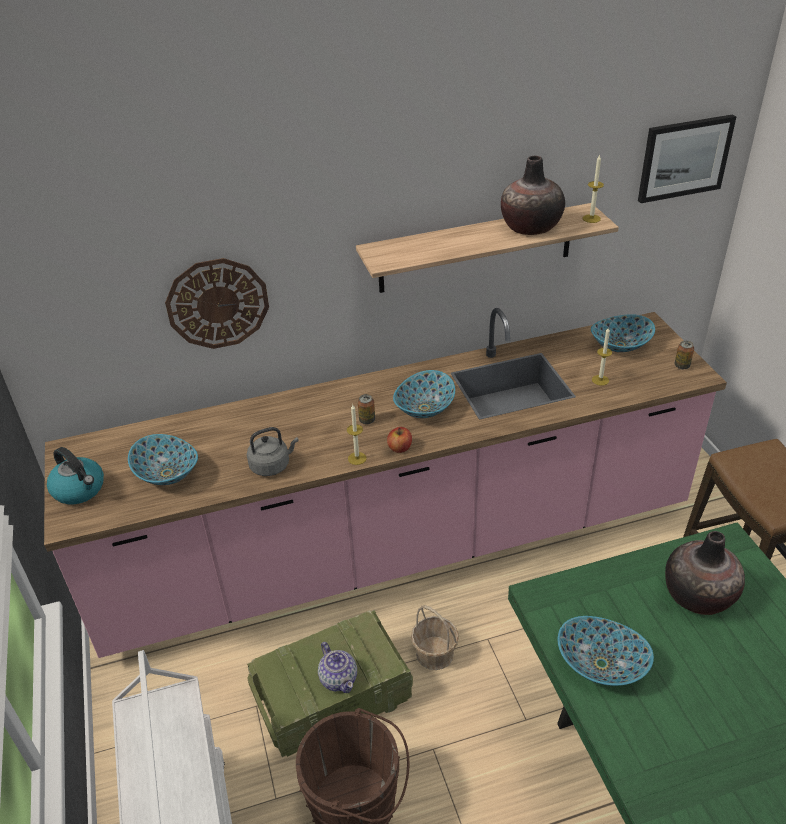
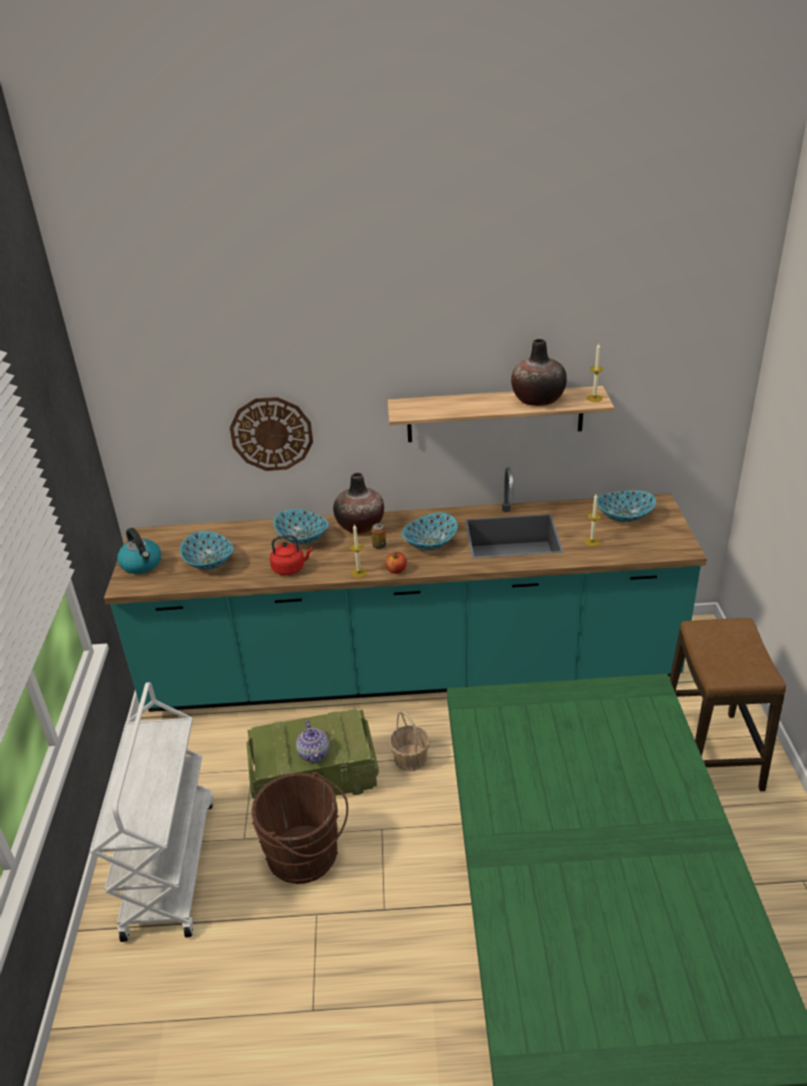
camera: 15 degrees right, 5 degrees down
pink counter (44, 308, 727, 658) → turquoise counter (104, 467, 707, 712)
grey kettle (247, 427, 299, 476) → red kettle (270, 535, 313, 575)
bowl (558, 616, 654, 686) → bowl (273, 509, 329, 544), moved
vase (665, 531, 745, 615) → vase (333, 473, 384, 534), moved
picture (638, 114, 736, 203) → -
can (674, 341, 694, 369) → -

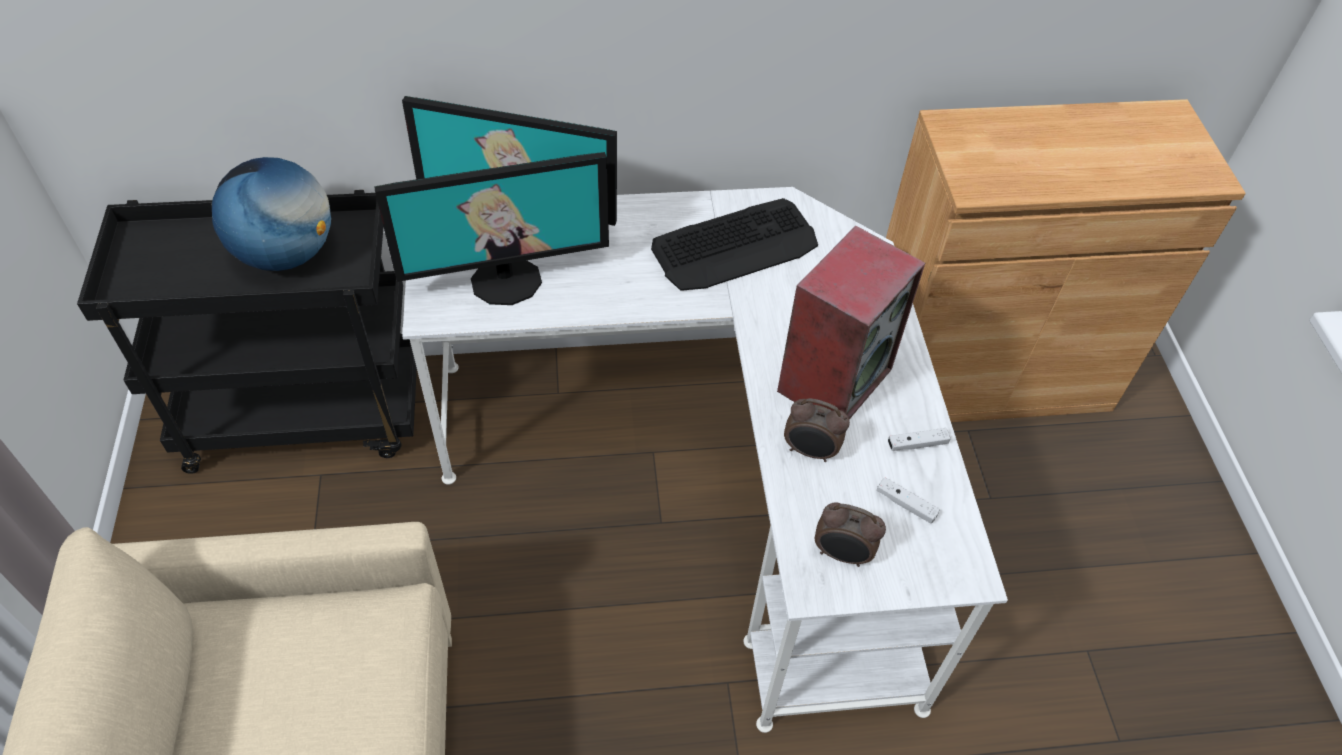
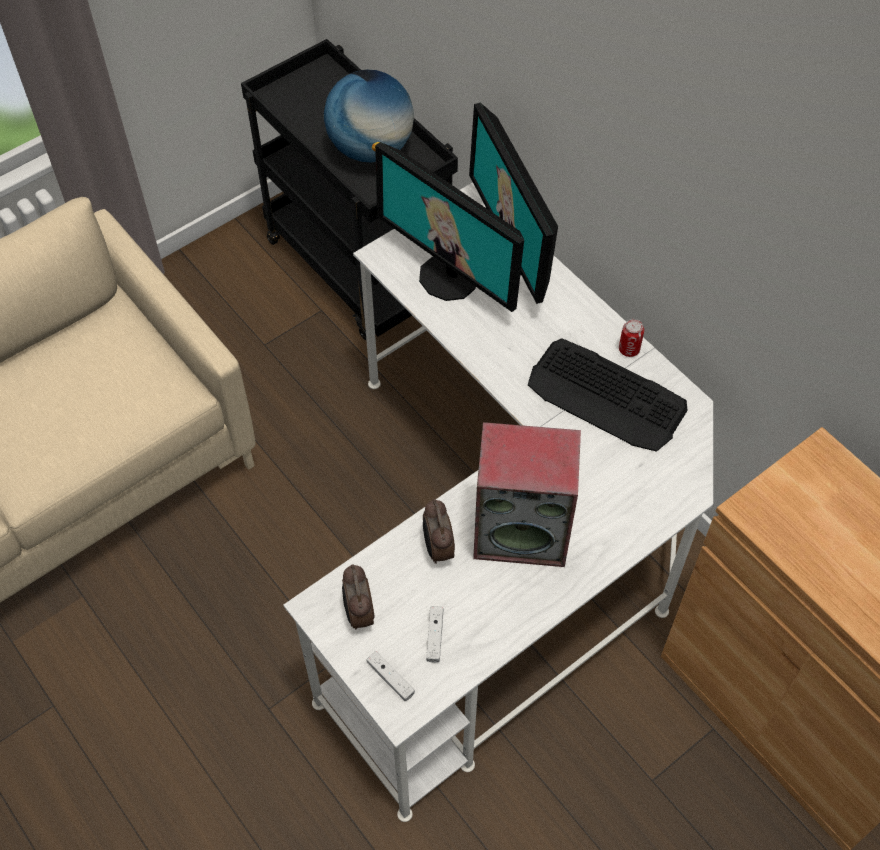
camera: 60 degrees right, 5 degrees up
white game controller (888, 428, 951, 451) → white game controller (367, 651, 415, 701), moved
- → can (619, 319, 644, 357)

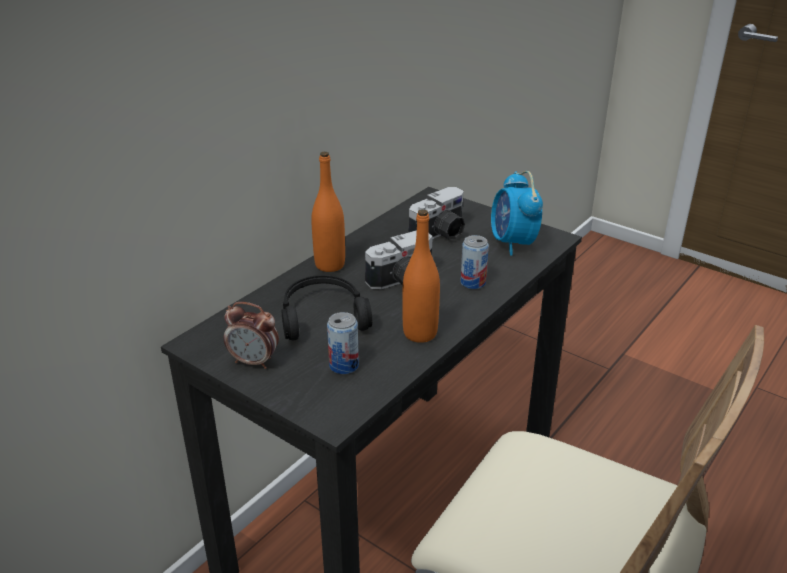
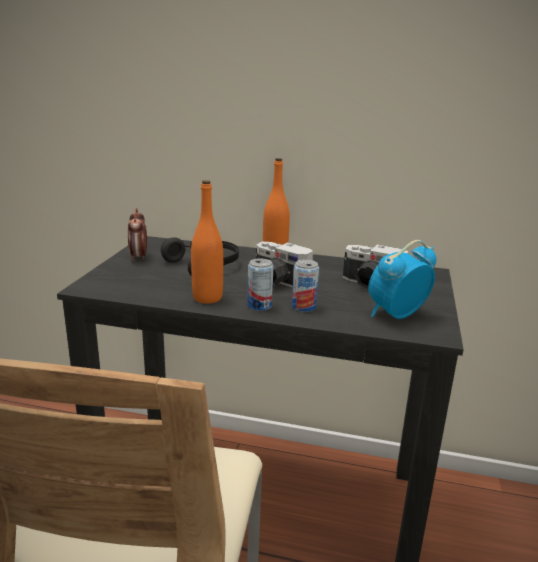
camera: 65 degrees right, 10 degrees down
can (327, 312, 359, 374) → can (247, 258, 274, 311), moved

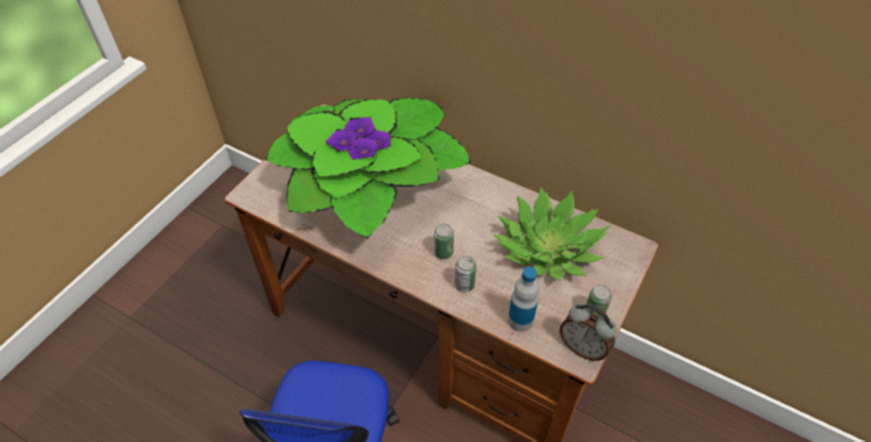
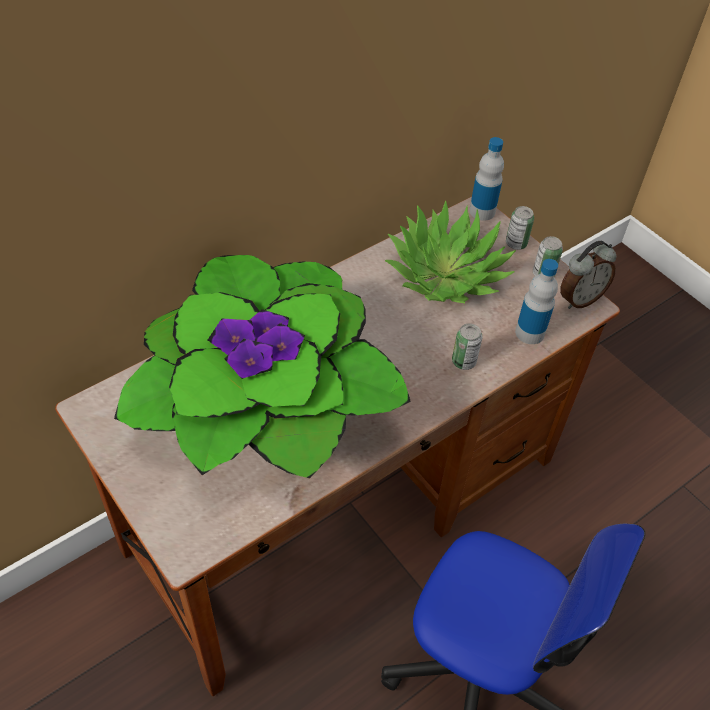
camera: 70 degrees left, 0 degrees up
- → bottle (469, 137, 504, 221)
can (434, 224, 454, 259) → can (506, 206, 534, 250), moved

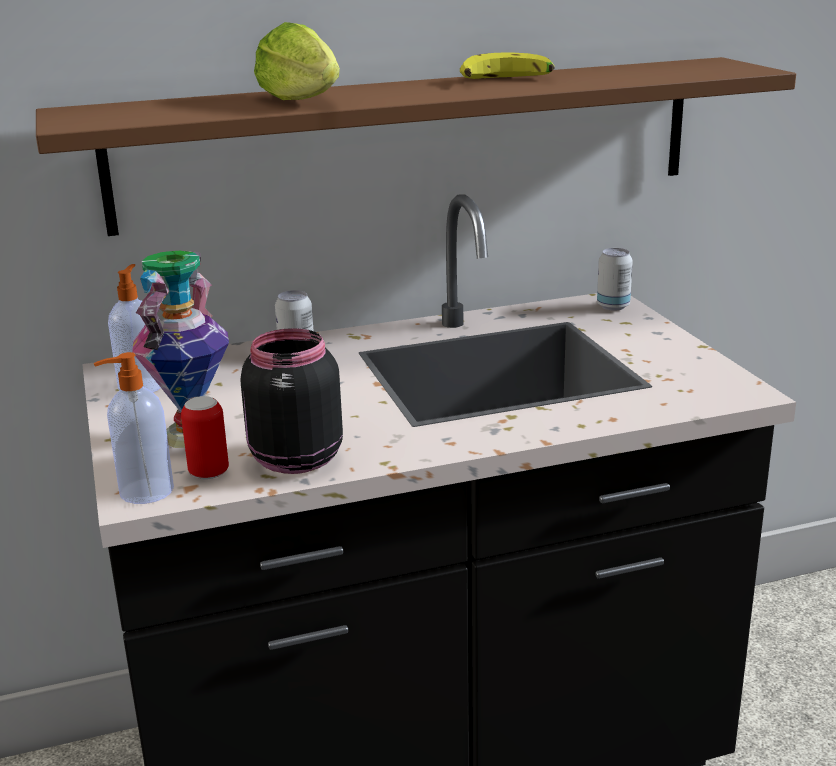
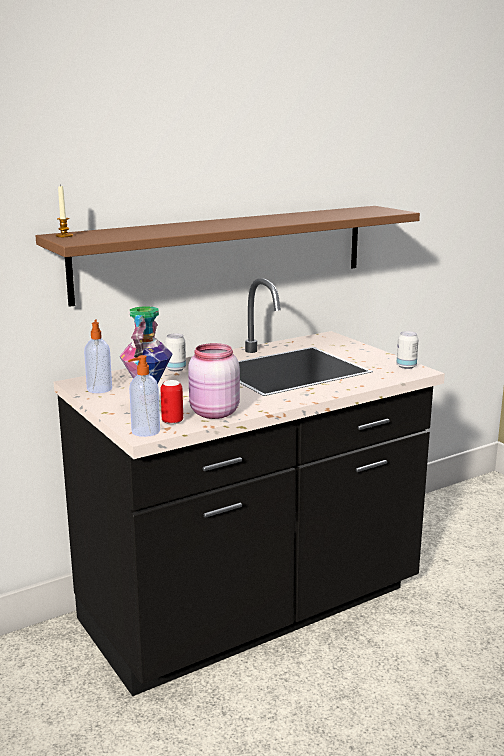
camera: 15 degrees left, 5 degrees down
- → candle (56, 184, 73, 237)
black jar (241, 328, 343, 474) → pink jar (188, 343, 240, 419)
can (597, 248, 633, 311) → can (396, 331, 419, 369), moved
lettuce (254, 22, 340, 100) → -
banana (460, 53, 555, 79) → -

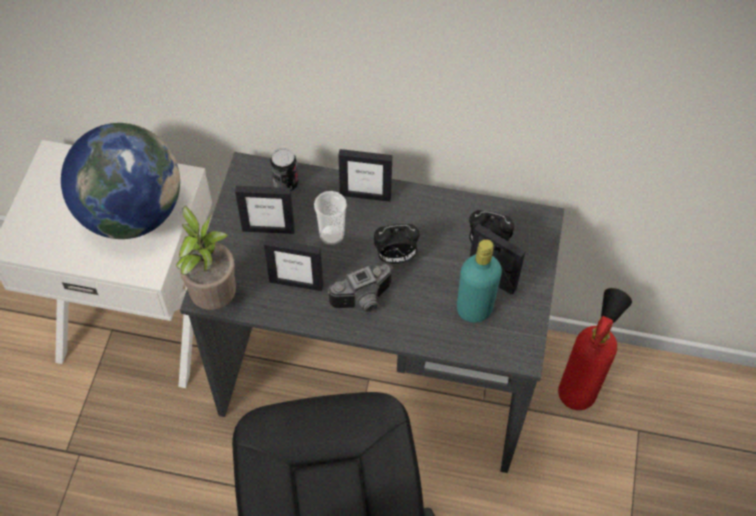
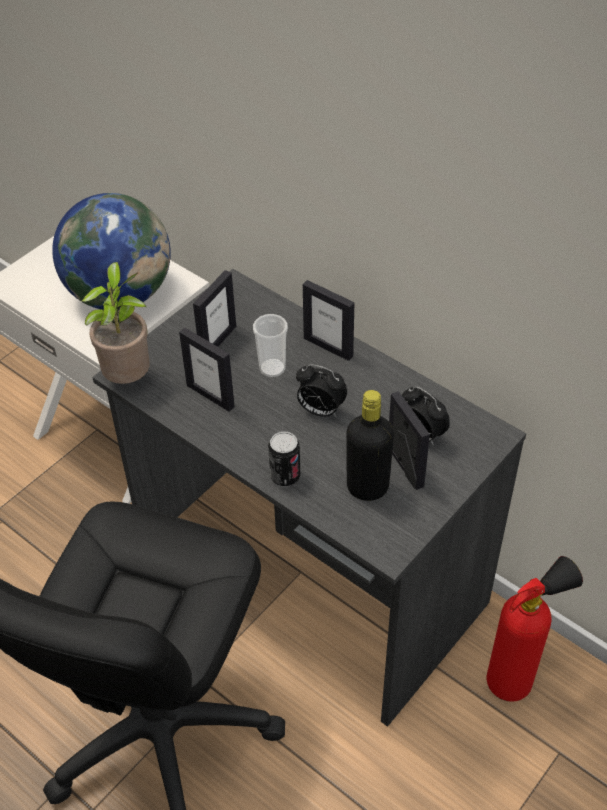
camera: 30 degrees right, 10 degrees down
picture frame (235, 186, 295, 234) → picture frame (193, 270, 236, 347), 90 degrees counterclockwise
can (270, 148, 298, 191) → can (268, 431, 300, 487), moved
turquoise bottle (457, 239, 502, 323) → black bottle (347, 390, 394, 501)
photo camera (328, 264, 393, 312) → -

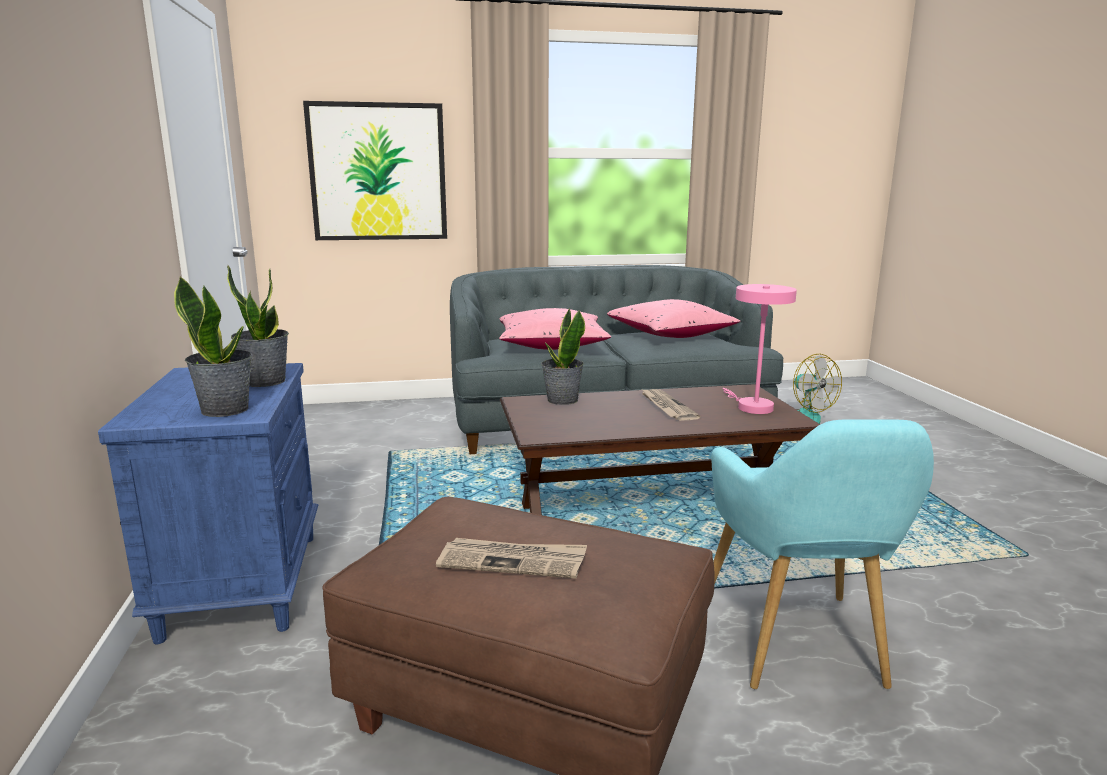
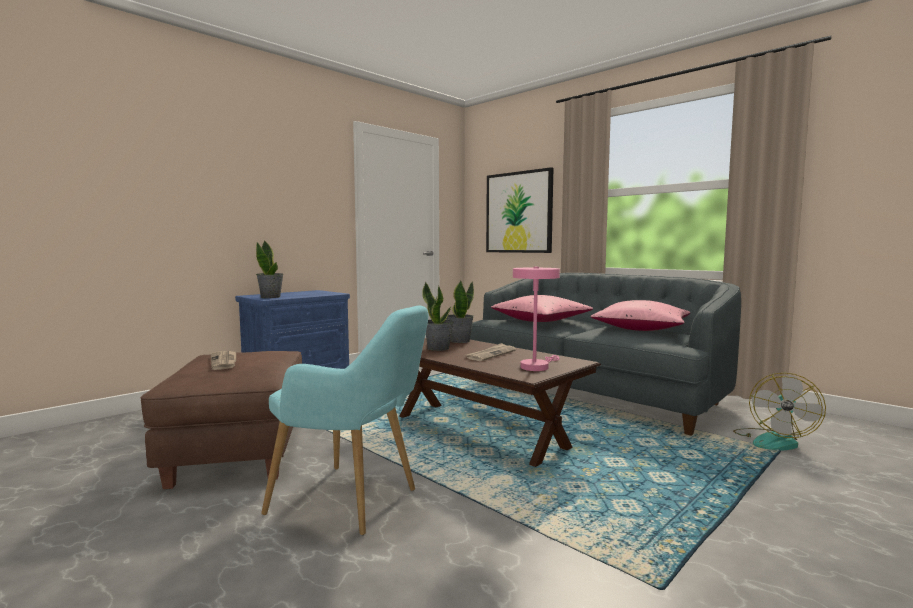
camera: 55 degrees right, 10 degrees down
turquoise armchair (711, 419, 934, 689) → turquoise armchair (261, 306, 429, 535), 120 degrees counterclockwise
potted plant (227, 265, 289, 387) → potted plant (422, 282, 454, 351), moved

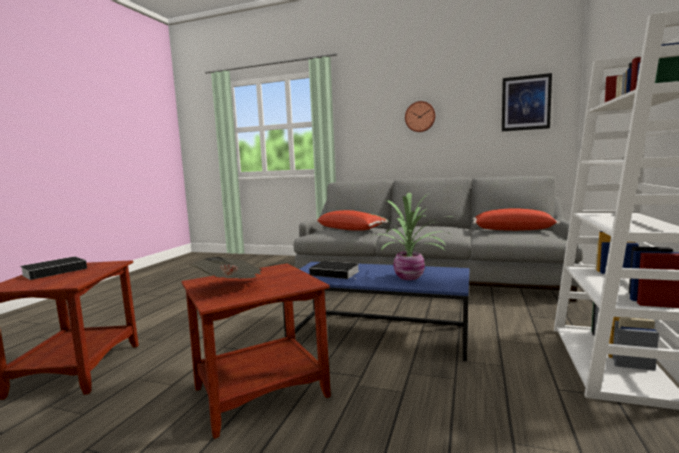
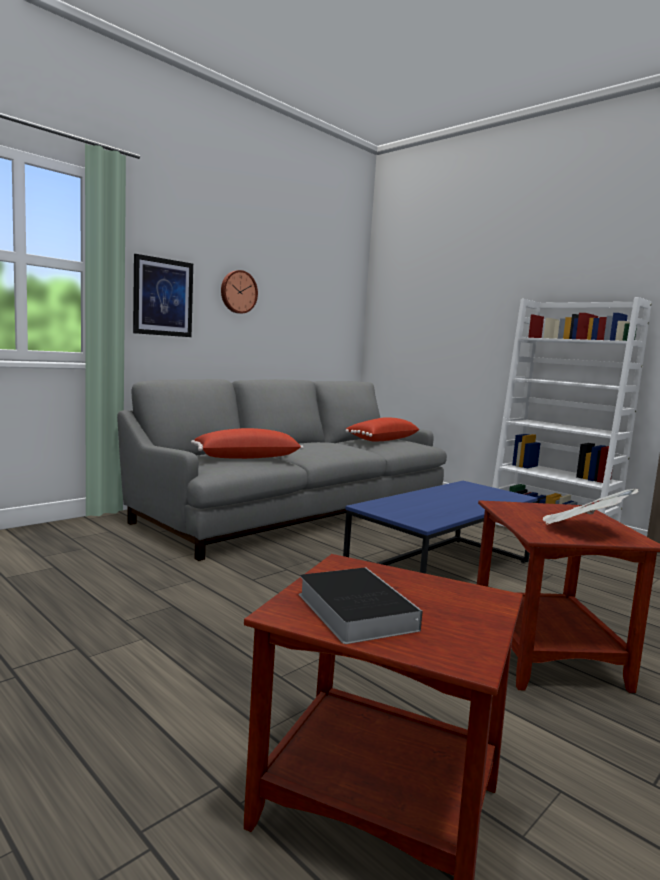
camera: 65 degrees left, 0 degrees up
picture (502, 73, 552, 131) → picture (133, 254, 193, 337), moved
book (309, 261, 359, 279) → -
potted plant (369, 192, 450, 280) → -

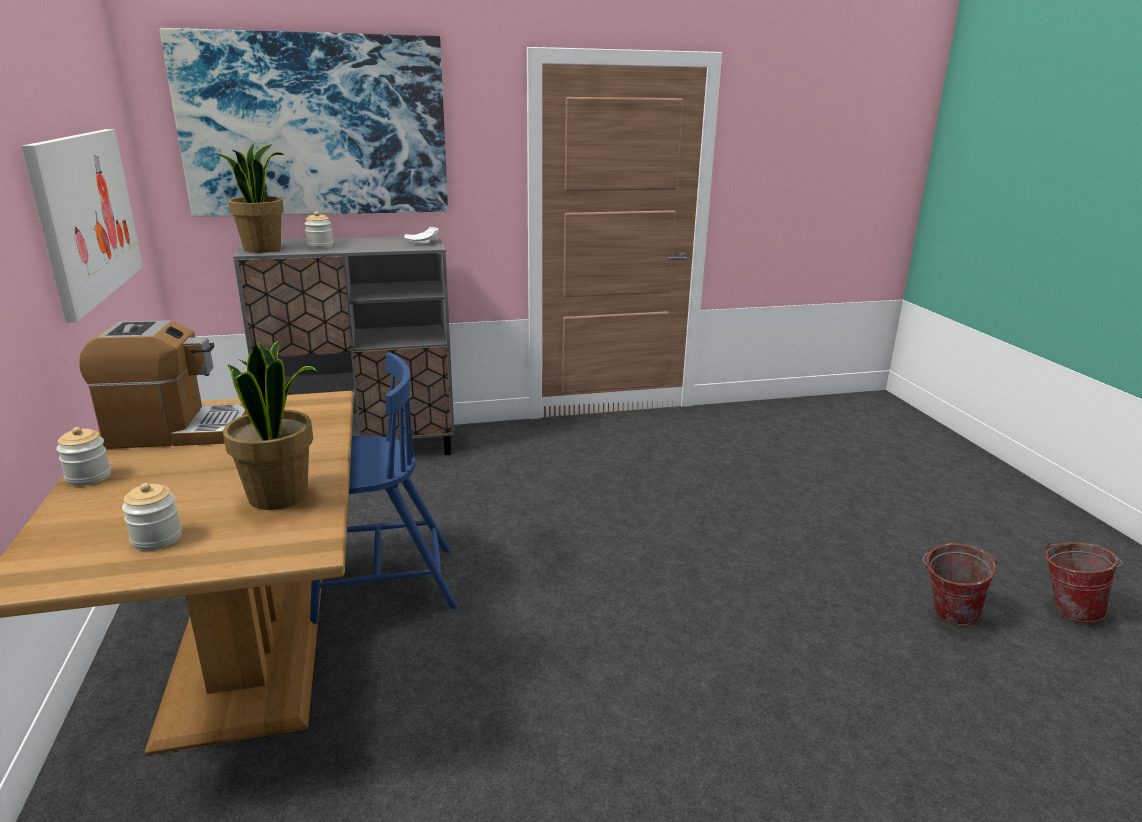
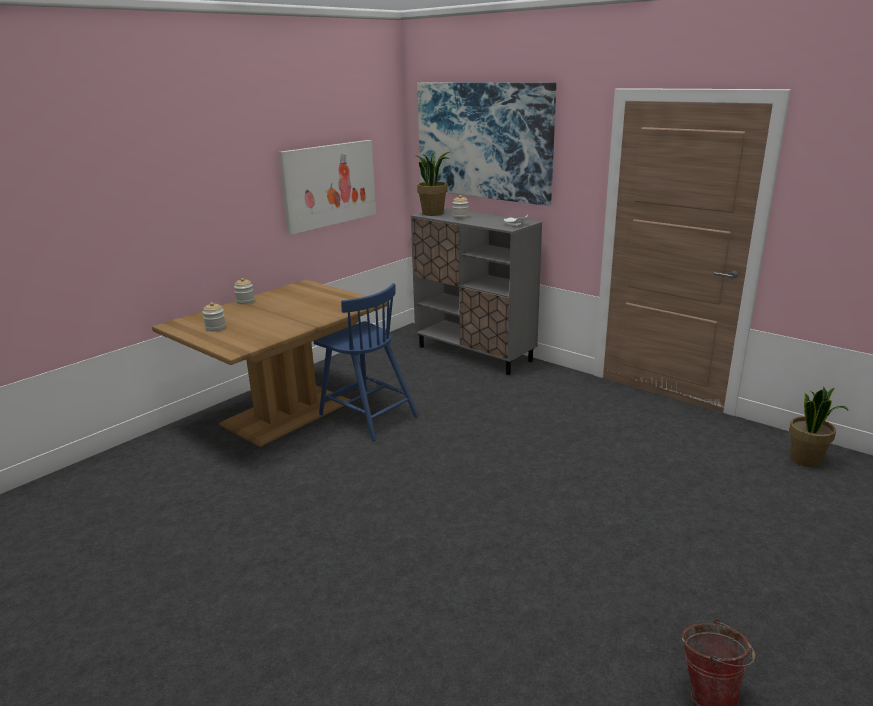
camera: 55 degrees right, 0 degrees up
potted plant (223, 340, 319, 510) → potted plant (789, 386, 849, 467), moved
coffee machine (80, 320, 247, 449) → -
bucket (923, 543, 998, 626) → -

